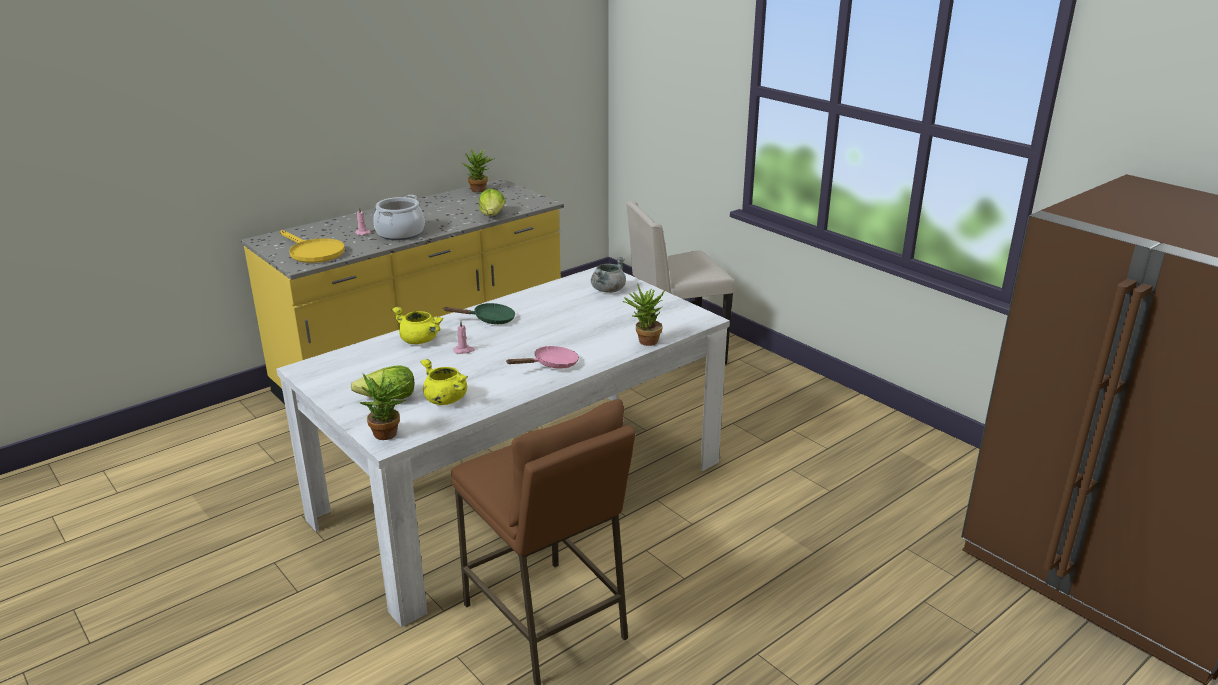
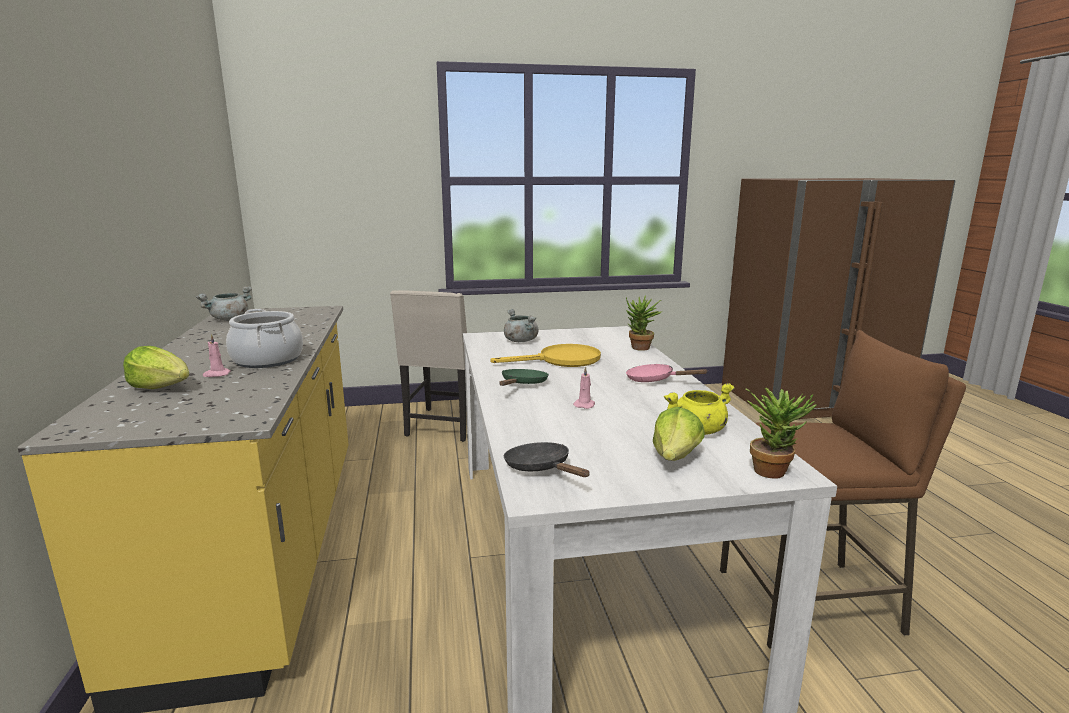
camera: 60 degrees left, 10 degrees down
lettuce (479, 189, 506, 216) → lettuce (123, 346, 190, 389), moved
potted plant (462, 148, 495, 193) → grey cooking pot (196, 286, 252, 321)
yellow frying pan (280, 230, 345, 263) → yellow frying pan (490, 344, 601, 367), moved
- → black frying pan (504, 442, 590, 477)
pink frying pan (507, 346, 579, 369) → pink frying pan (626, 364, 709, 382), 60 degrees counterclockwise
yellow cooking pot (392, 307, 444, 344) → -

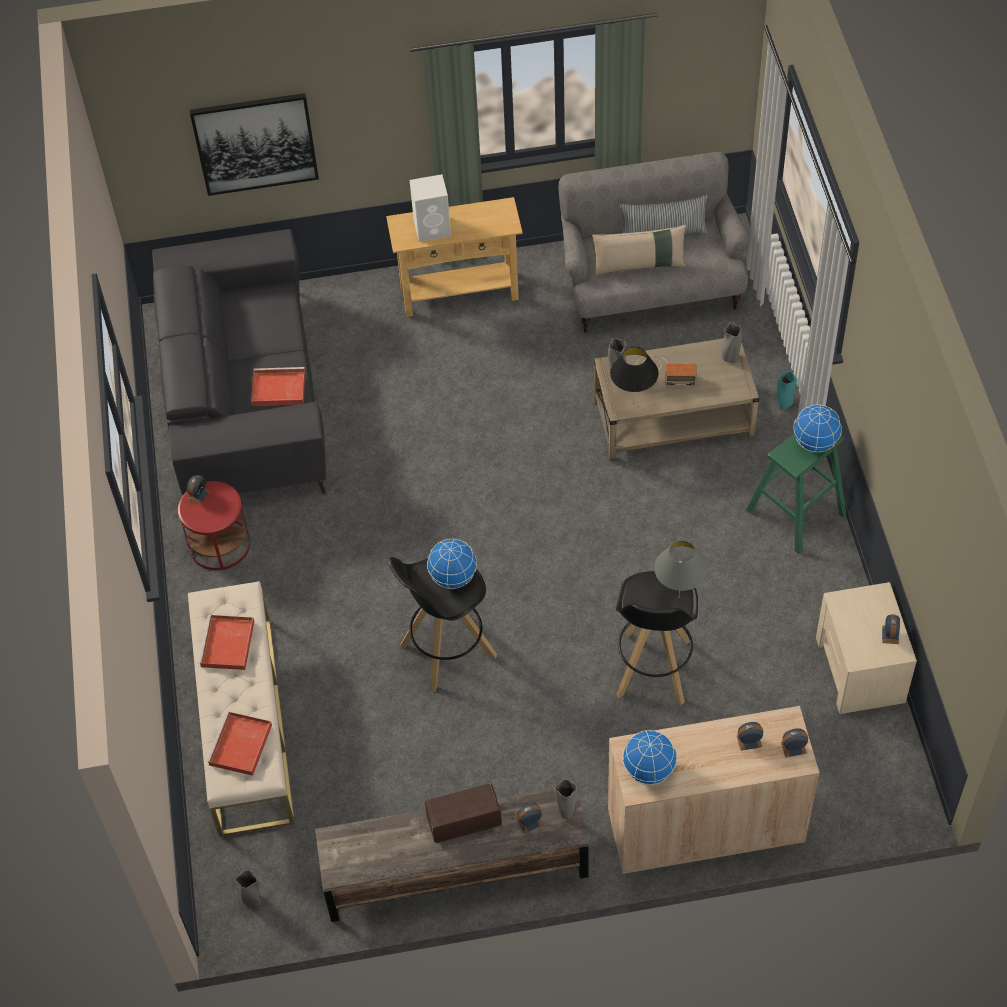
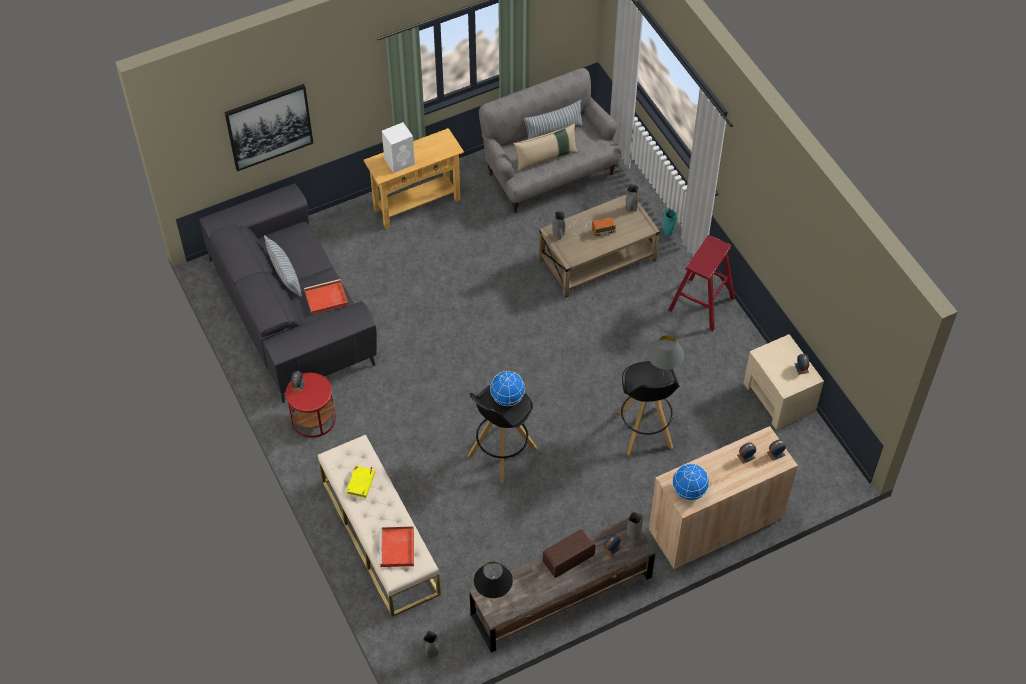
camera: 20 degrees left, 0 degrees up
- → pillow (264, 235, 302, 297)
red tray (198, 615, 255, 670) → yellow book (346, 466, 375, 498)
black table lamp (610, 347, 659, 405) → black table lamp (474, 562, 513, 599), moved
green stool (746, 433, 846, 554) → red stool (668, 235, 735, 331)
globe (793, 405, 842, 452) → -

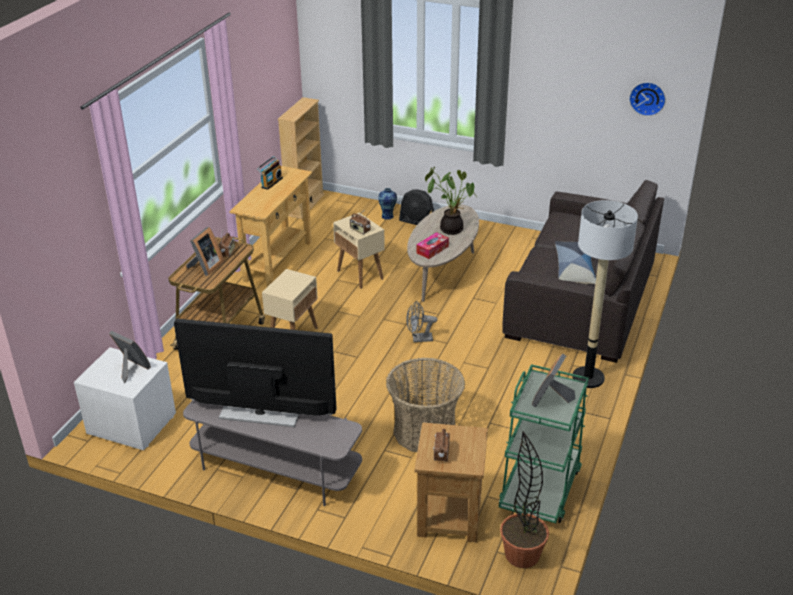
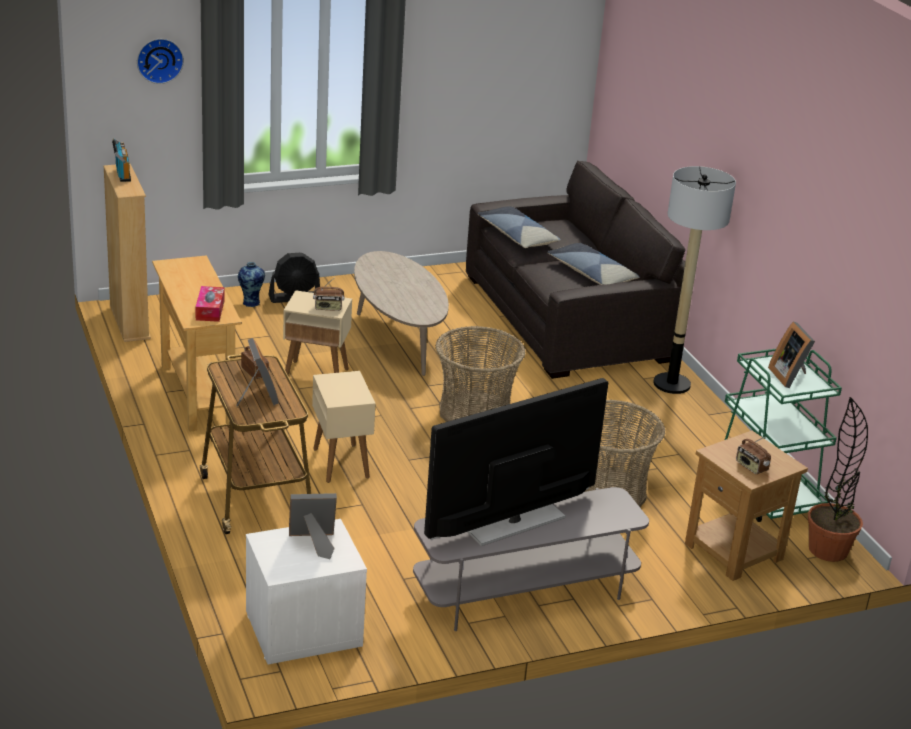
camera: 45 degrees left, 5 degrees down
radio (257, 156, 283, 190) → radio (112, 138, 131, 182), moved
wall clock (629, 82, 666, 116) → wall clock (137, 39, 184, 84), moved
tissue box (417, 232, 449, 259) → tissue box (195, 286, 225, 322), moved
grey fan (406, 301, 437, 342) → basket (435, 326, 526, 422)
- → pillow (477, 206, 561, 248)
potted plant (425, 167, 478, 235) → -

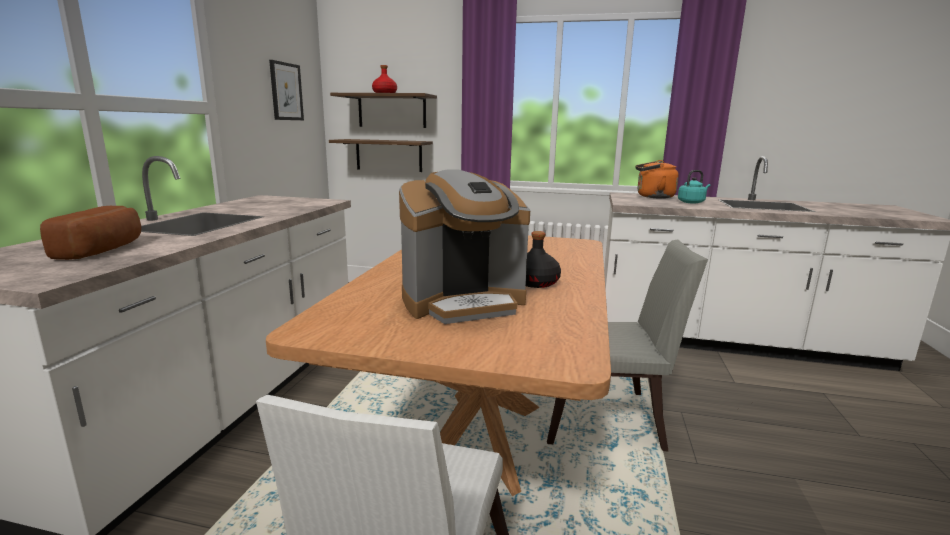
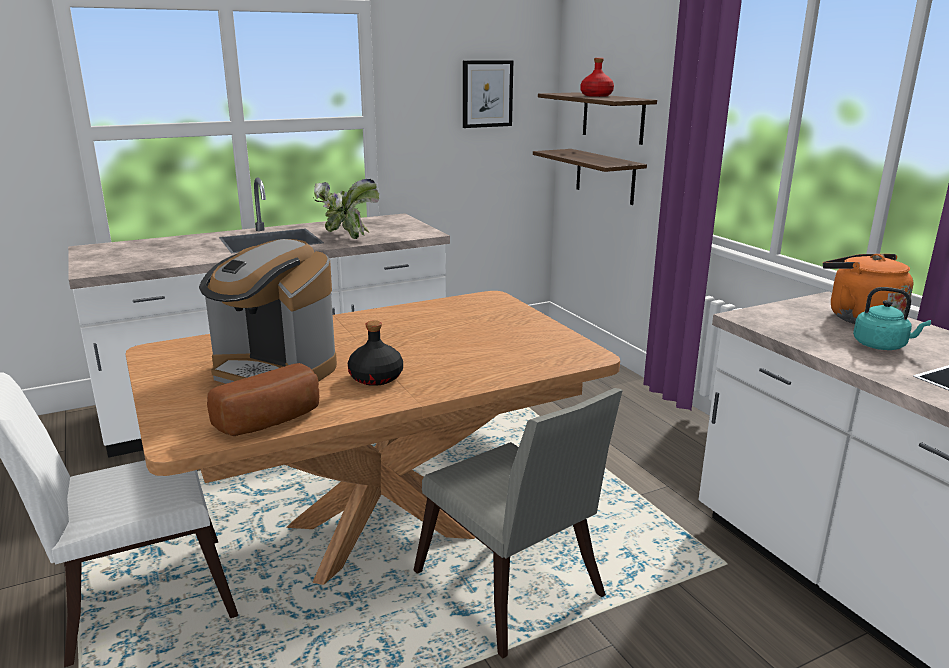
camera: 50 degrees right, 5 degrees up
bread (40, 206, 141, 260) → bread (207, 363, 319, 436), moved
- → potted plant (313, 179, 379, 239)

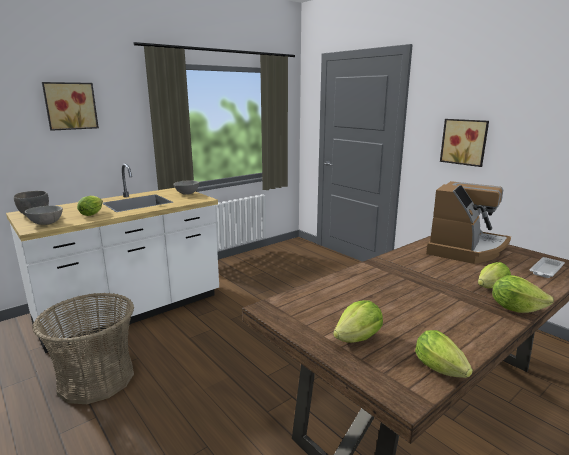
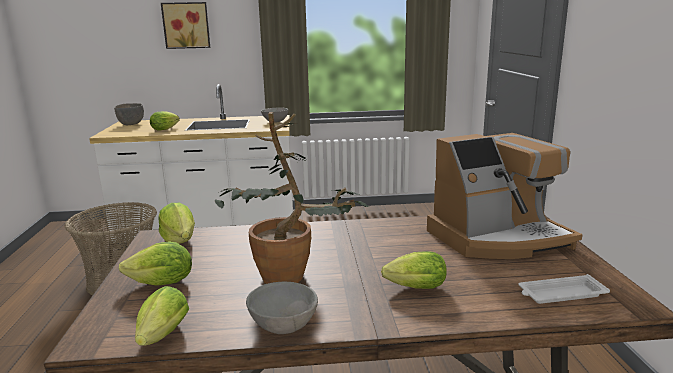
camera: 35 degrees right, 0 degrees up
lettuce (492, 275, 554, 313) → lettuce (158, 203, 195, 244), moved
- → potted plant (215, 112, 369, 284)
grey bowl (25, 206, 63, 225) → grey bowl (246, 282, 318, 334), moved
picture (440, 119, 489, 167) → -

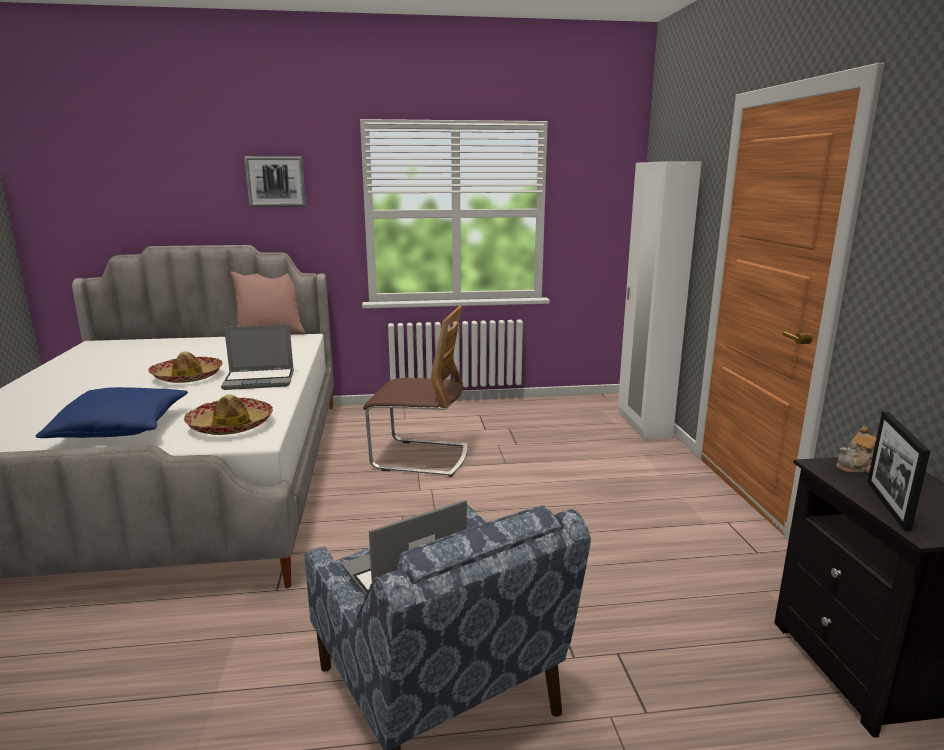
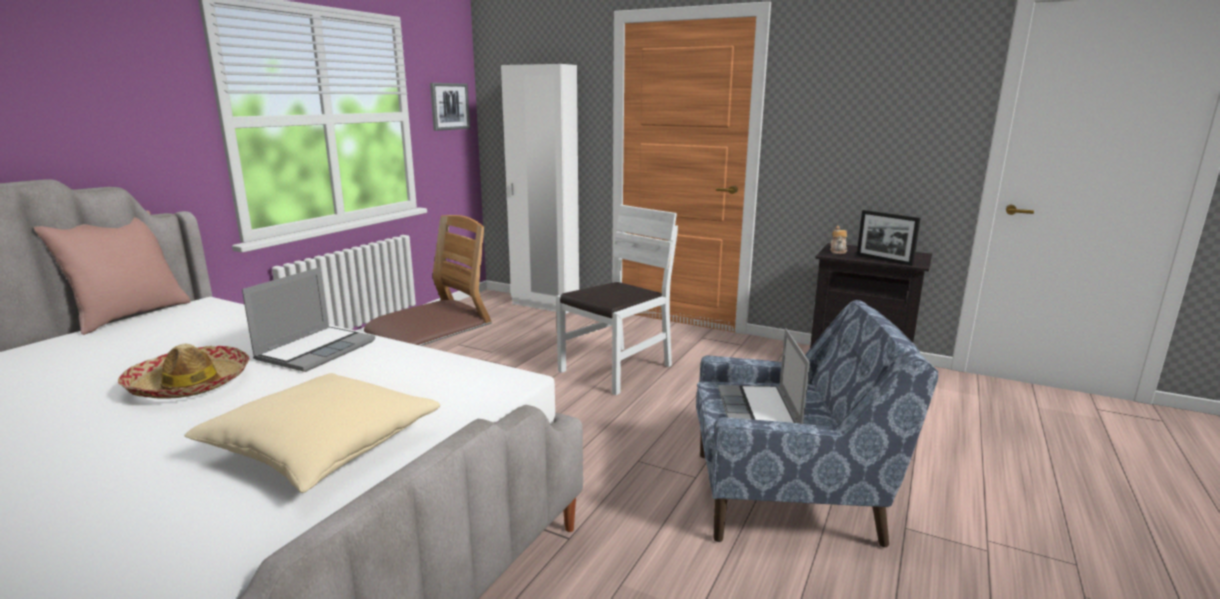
camera: 55 degrees left, 0 degrees up
blue pillow (36, 387, 188, 438) → beige pillow (184, 373, 440, 493)
picture (244, 156, 306, 207) → picture (430, 83, 470, 131), moved
- → white chair (556, 205, 678, 395)
hat (184, 394, 273, 435) → -

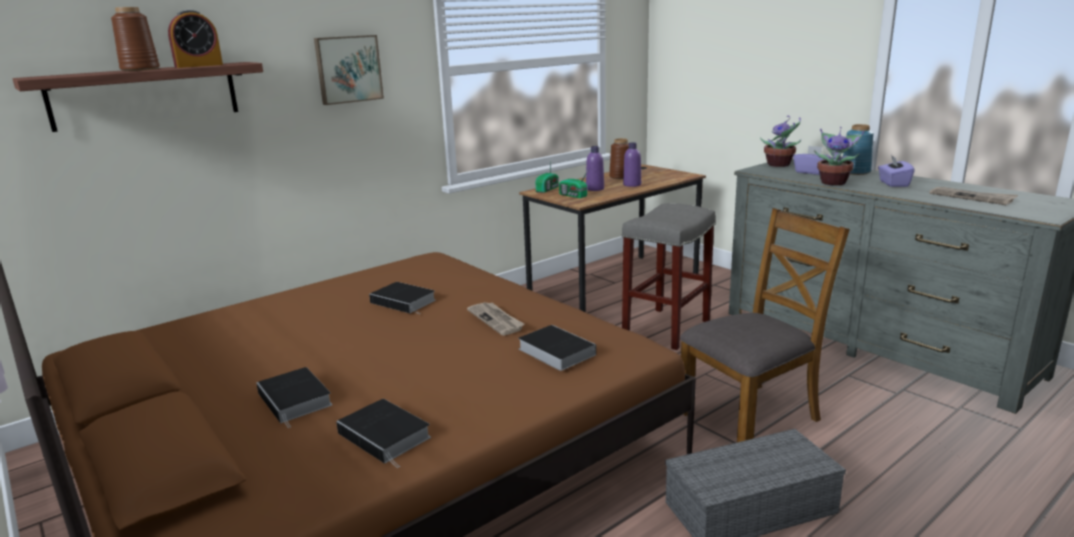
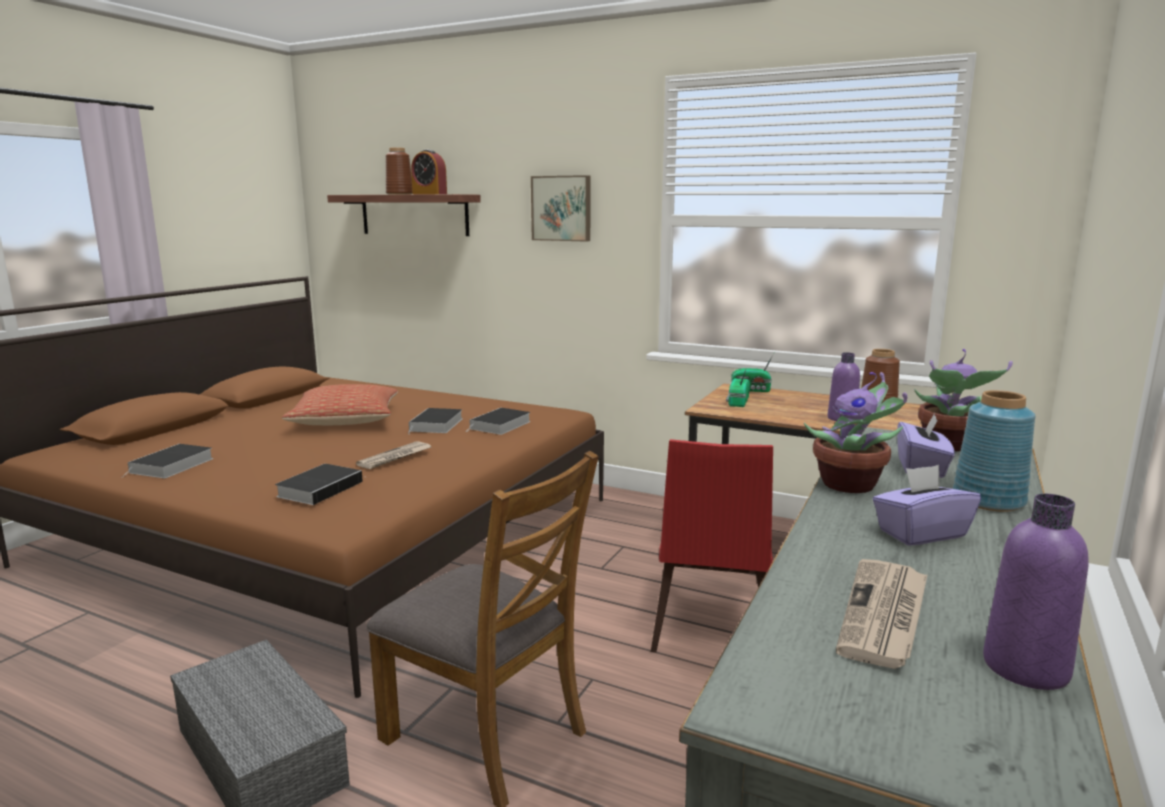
camera: 65 degrees right, 5 degrees down
- → pillow (282, 384, 398, 425)
book (256, 367, 332, 428) → book (468, 408, 531, 435), moved
grey stool (622, 203, 716, 350) → red chair (651, 439, 773, 652)
purple bottle (586, 146, 604, 191) → purple bottle (983, 494, 1089, 690), moved

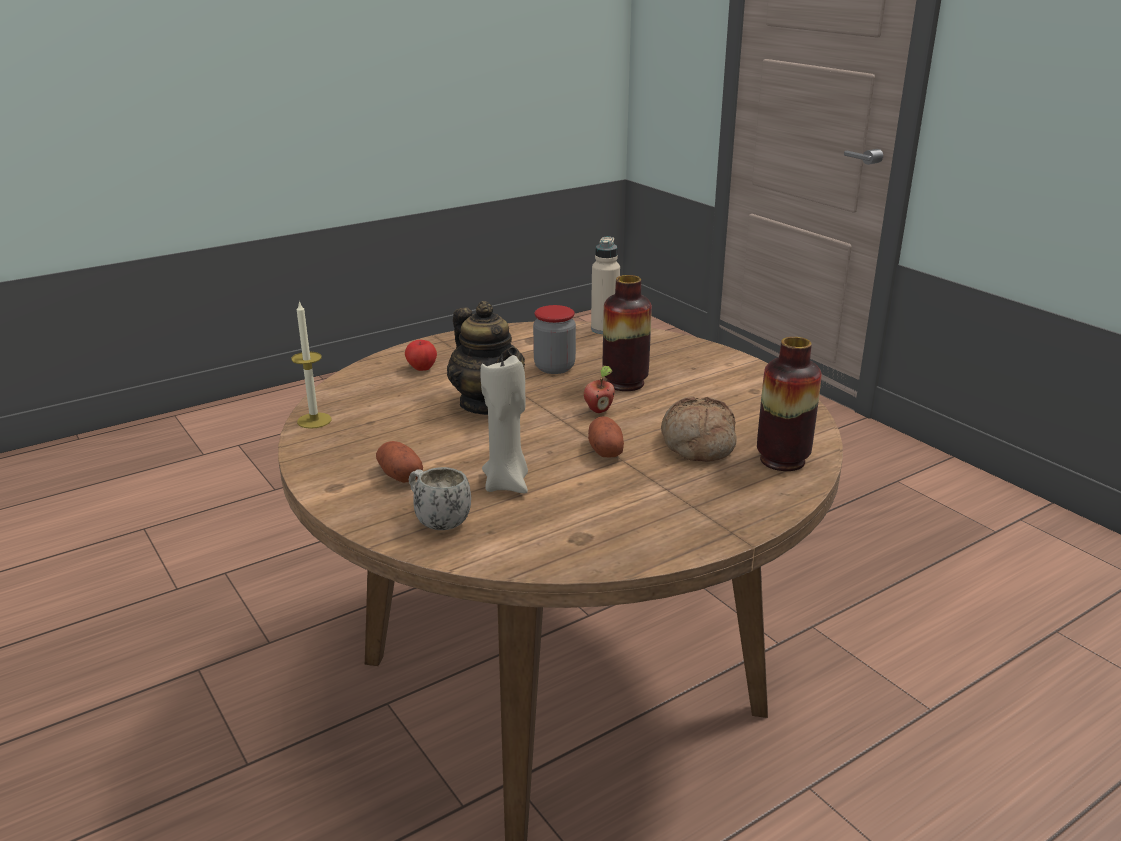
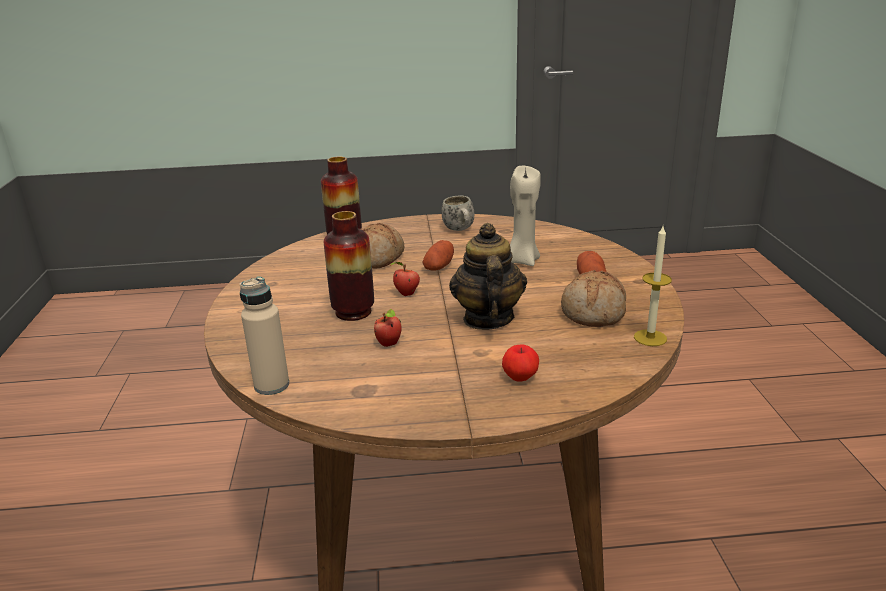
camera: 150 degrees left, 0 degrees up
jar (533, 305, 576, 374) → apple (374, 309, 402, 347)
white mug (409, 467, 471, 530) → white mug (441, 195, 474, 231), moved
- → bread (561, 270, 626, 327)

